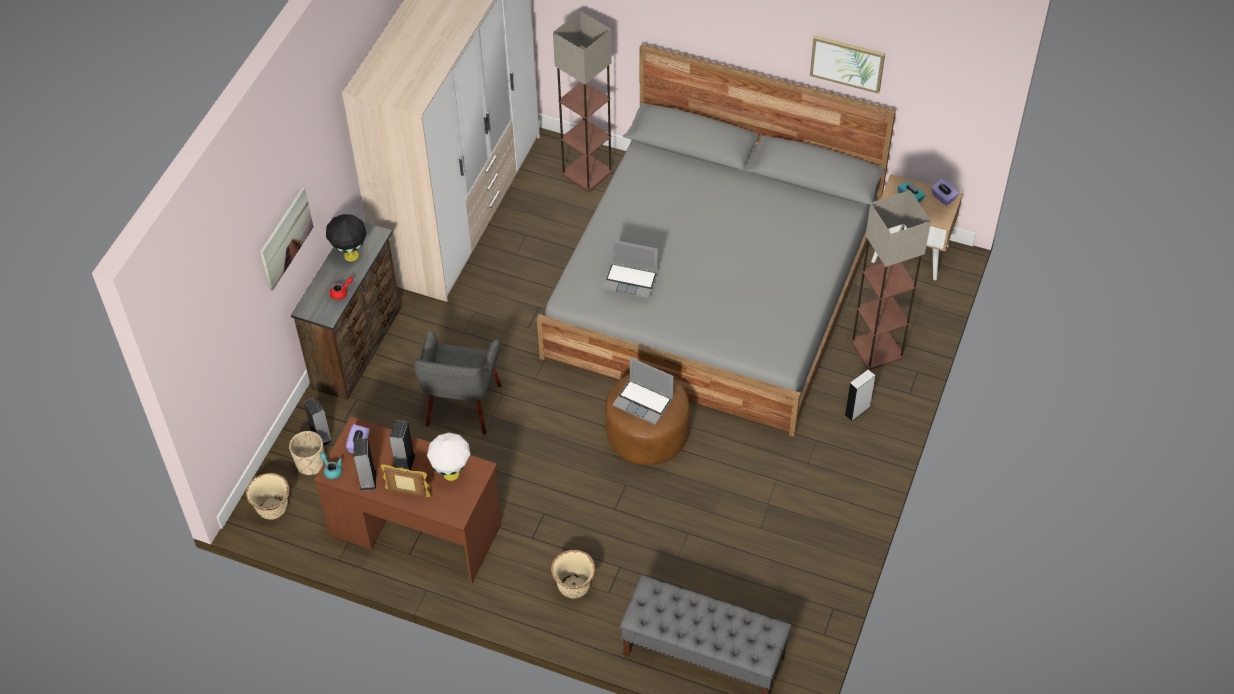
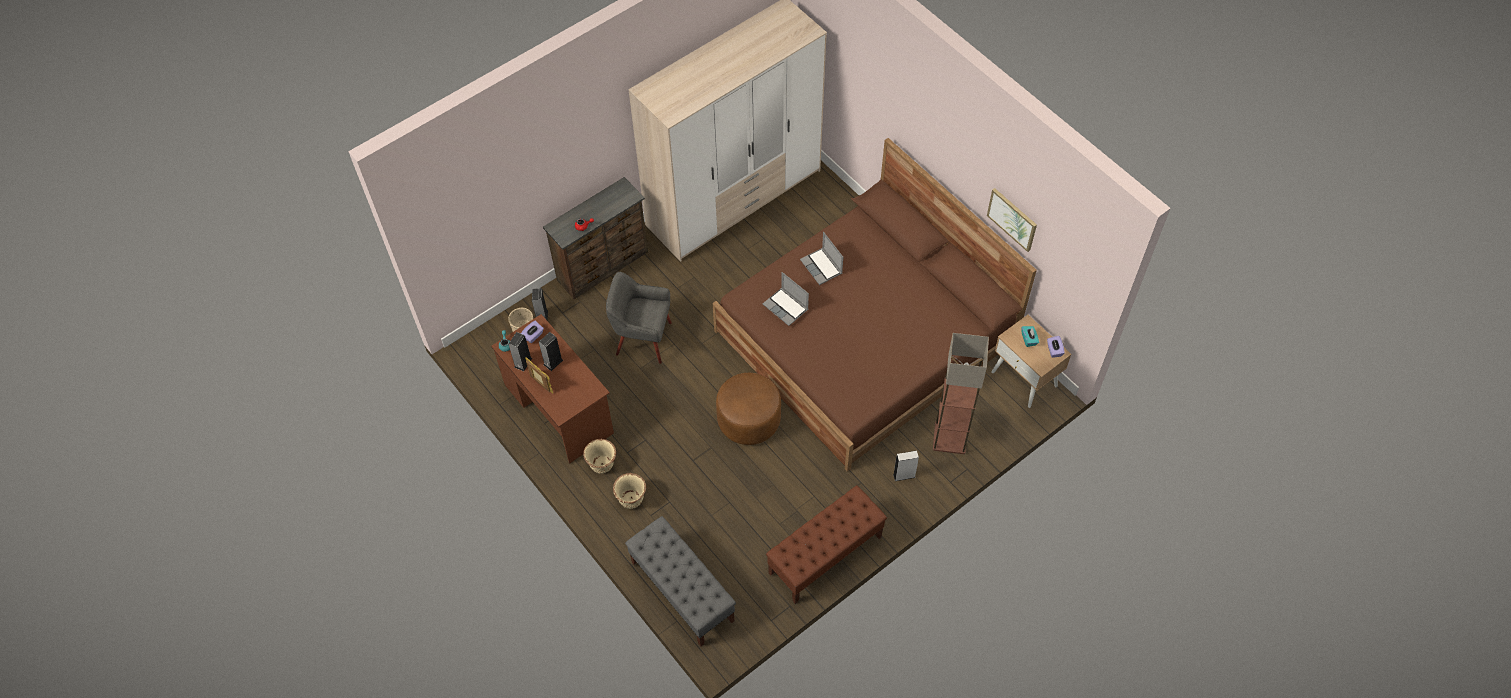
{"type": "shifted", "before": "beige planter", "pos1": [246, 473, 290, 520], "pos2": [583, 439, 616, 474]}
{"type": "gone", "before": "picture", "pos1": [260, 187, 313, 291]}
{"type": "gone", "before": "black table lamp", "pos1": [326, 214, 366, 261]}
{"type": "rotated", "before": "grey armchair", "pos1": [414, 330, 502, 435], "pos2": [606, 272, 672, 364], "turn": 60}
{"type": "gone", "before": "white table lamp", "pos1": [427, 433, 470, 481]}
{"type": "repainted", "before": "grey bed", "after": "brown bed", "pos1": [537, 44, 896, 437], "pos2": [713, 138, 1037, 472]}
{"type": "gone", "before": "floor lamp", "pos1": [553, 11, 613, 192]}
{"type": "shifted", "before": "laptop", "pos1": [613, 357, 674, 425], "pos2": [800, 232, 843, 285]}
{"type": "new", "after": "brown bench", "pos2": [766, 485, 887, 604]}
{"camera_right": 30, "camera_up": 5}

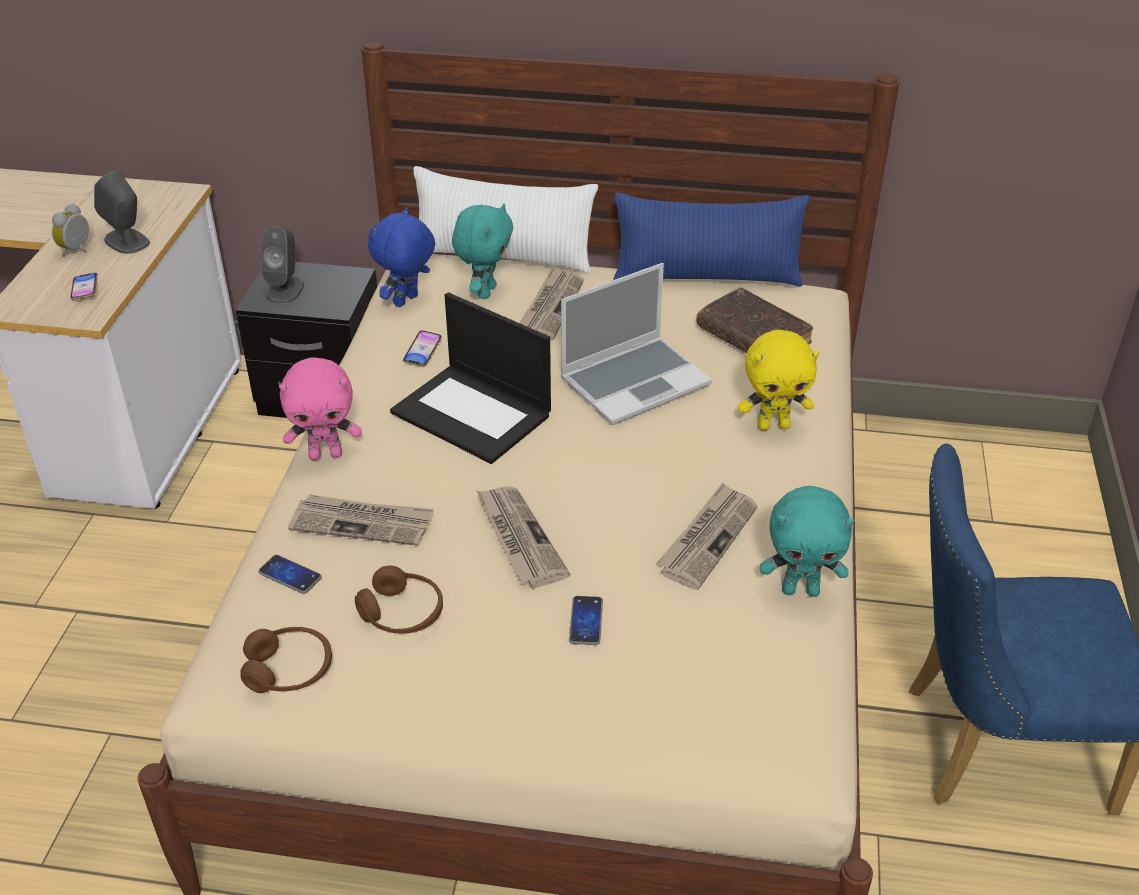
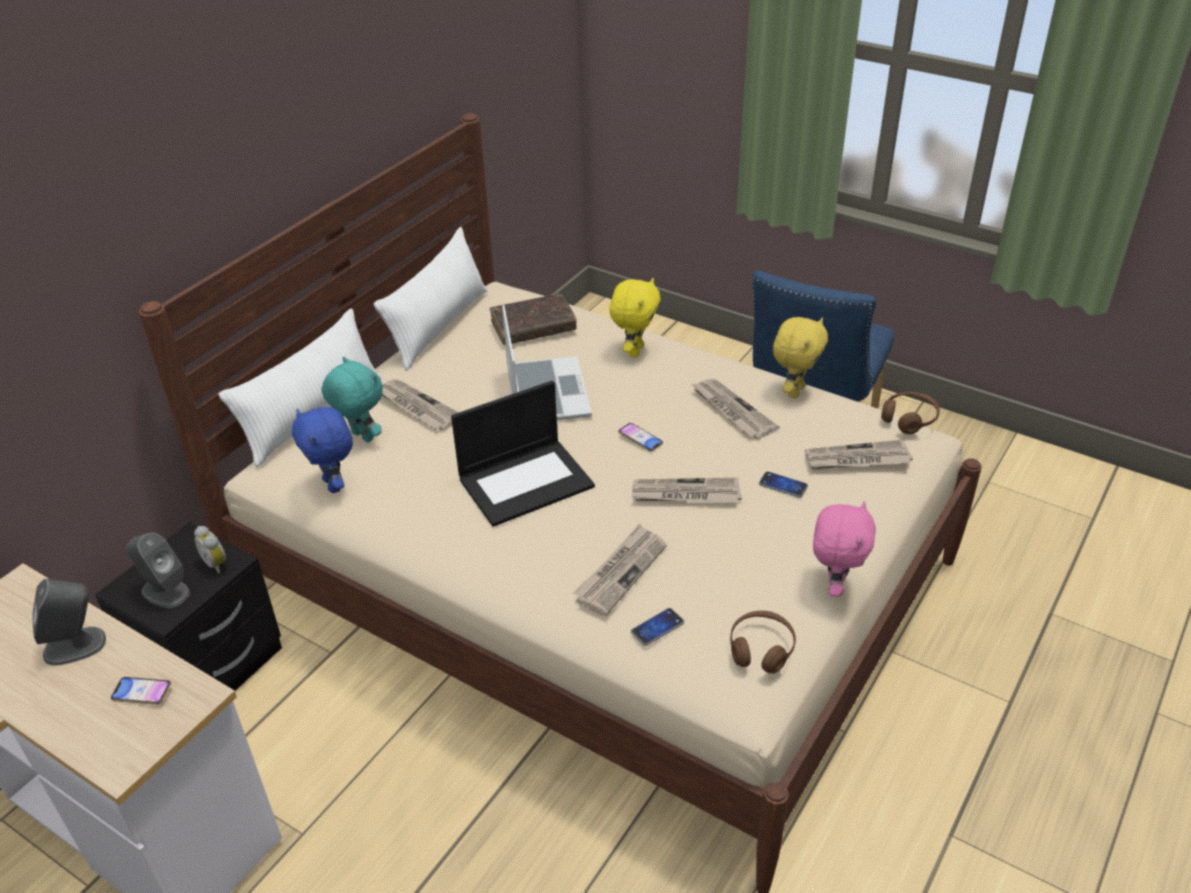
{"type": "shifted", "before": "alarm clock", "pos1": [52, 203, 89, 257], "pos2": [194, 526, 226, 574]}
{"type": "shifted", "before": "pink plush toy", "pos1": [279, 357, 362, 460], "pos2": [813, 501, 876, 597]}
{"type": "shifted", "before": "brown headphones", "pos1": [355, 565, 443, 634], "pos2": [881, 392, 940, 434]}
{"type": "shifted", "before": "phone", "pos1": [403, 330, 442, 367], "pos2": [618, 423, 663, 452]}
{"type": "repainted", "before": "blue pillow", "after": "white pillow", "pos1": [613, 193, 810, 287], "pos2": [374, 227, 487, 371]}
{"type": "repainted", "before": "turquoise plush toy", "after": "yellow plush toy", "pos1": [760, 486, 854, 596], "pos2": [773, 317, 828, 398]}
{"type": "new", "after": "newspaper", "pos2": [805, 440, 913, 470]}
{"camera_right": -65, "camera_up": 0}

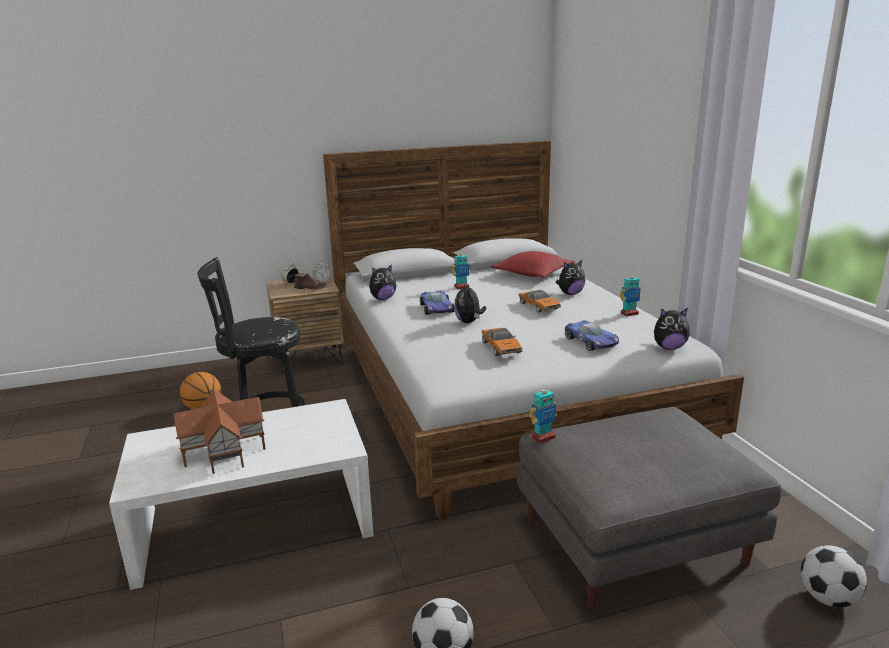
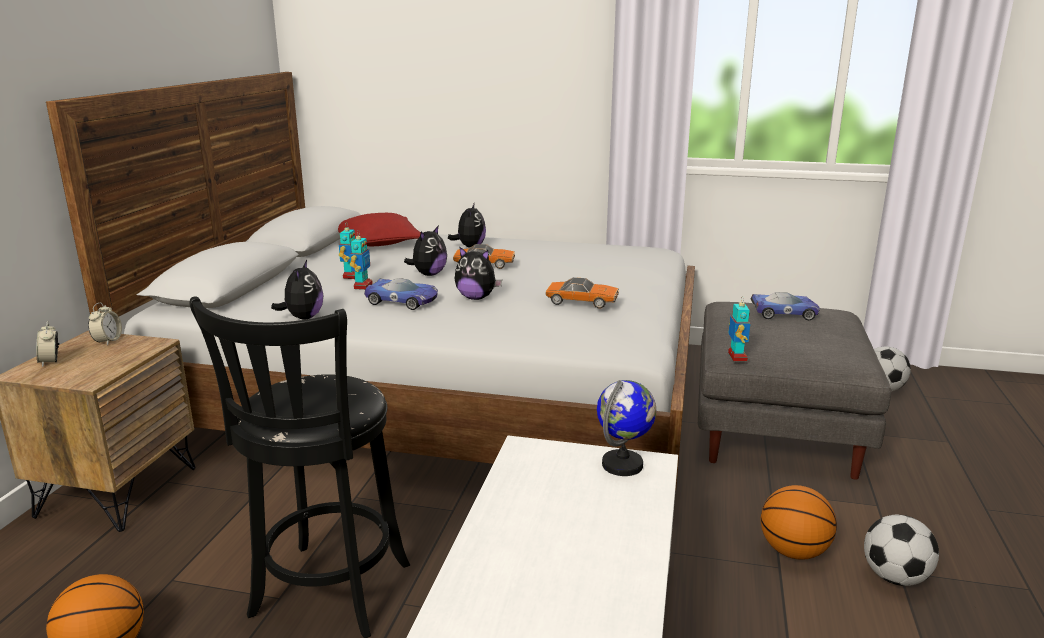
{"type": "gone", "before": "toy house", "pos1": [173, 389, 266, 474]}
{"type": "gone", "before": "brown shoe", "pos1": [294, 273, 328, 290]}
{"type": "shifted", "before": "toy car", "pos1": [565, 320, 619, 351], "pos2": [750, 292, 820, 320]}
{"type": "shifted", "before": "toy robot", "pos1": [620, 274, 641, 316], "pos2": [350, 230, 373, 290]}
{"type": "shifted", "before": "plush toy", "pos1": [654, 308, 690, 350], "pos2": [404, 225, 447, 276]}
{"type": "new", "after": "globe", "pos2": [597, 380, 656, 476]}
{"type": "new", "after": "basketball", "pos2": [761, 485, 837, 560]}
{"camera_right": -60, "camera_up": 0}

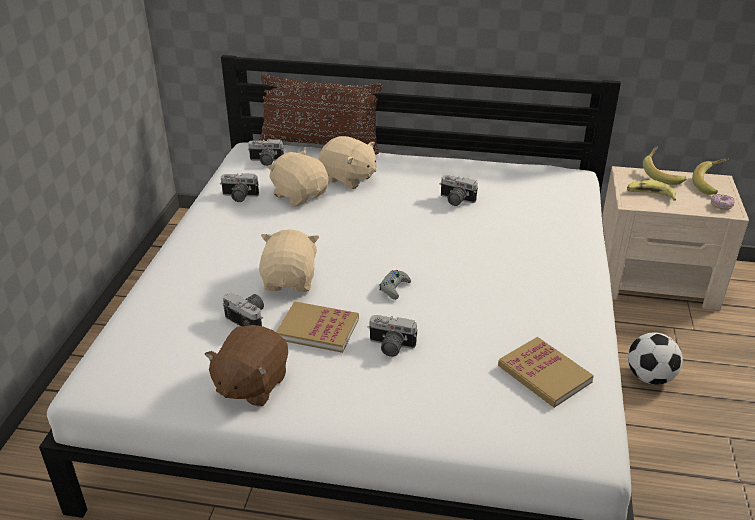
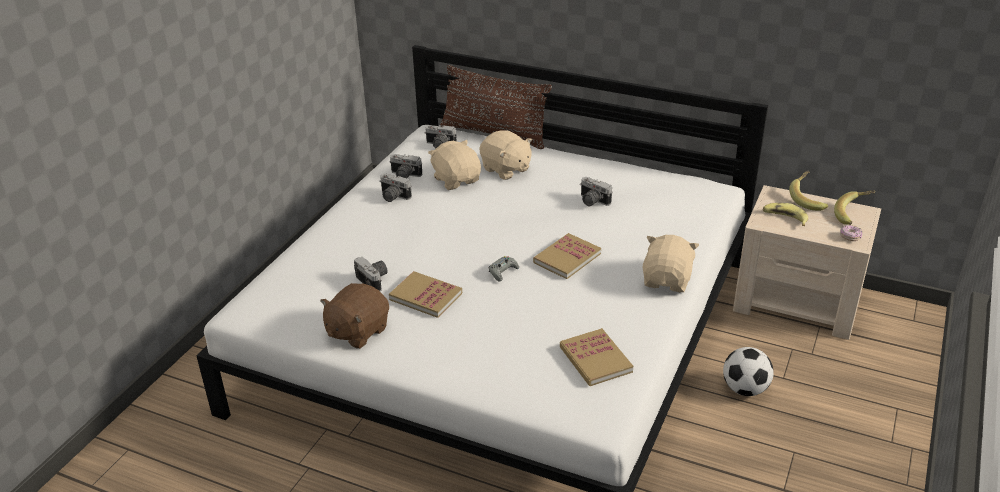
{"type": "shifted", "before": "beige plush toy", "pos1": [259, 229, 319, 292], "pos2": [643, 235, 699, 292]}
{"type": "shifted", "before": "photo camera", "pos1": [368, 315, 418, 357], "pos2": [379, 174, 412, 202]}
{"type": "new", "after": "book", "pos2": [533, 233, 601, 279]}
{"camera_right": 15, "camera_up": 0}

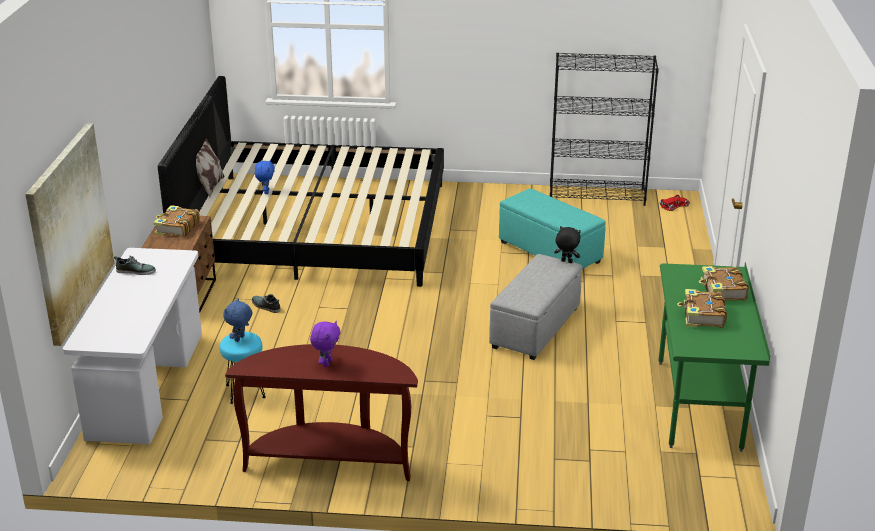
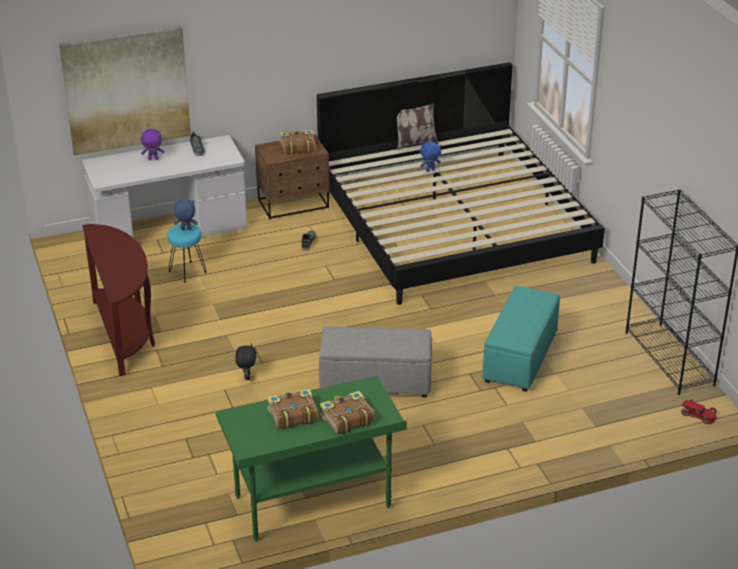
{"type": "shifted", "before": "purple plush toy", "pos1": [310, 321, 341, 367], "pos2": [141, 129, 164, 160]}
{"type": "shifted", "before": "black plush toy", "pos1": [554, 226, 581, 263], "pos2": [236, 344, 257, 380]}
{"camera_right": 65, "camera_up": 5}

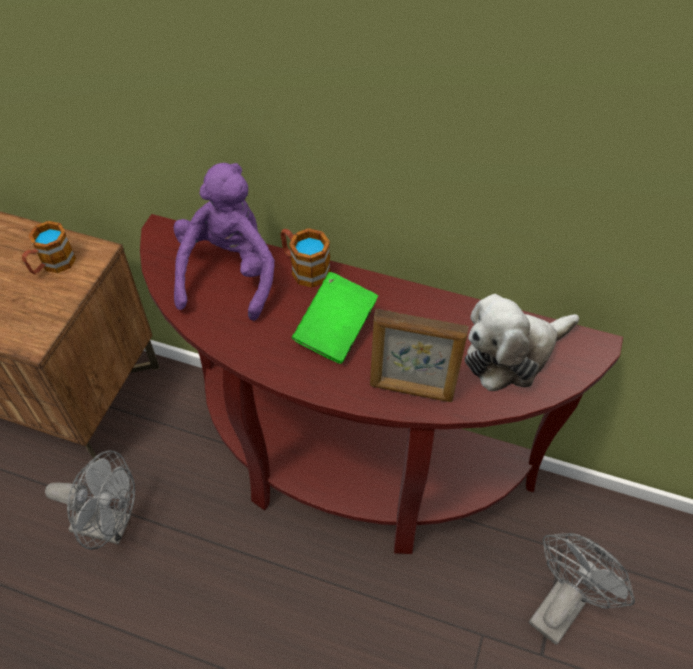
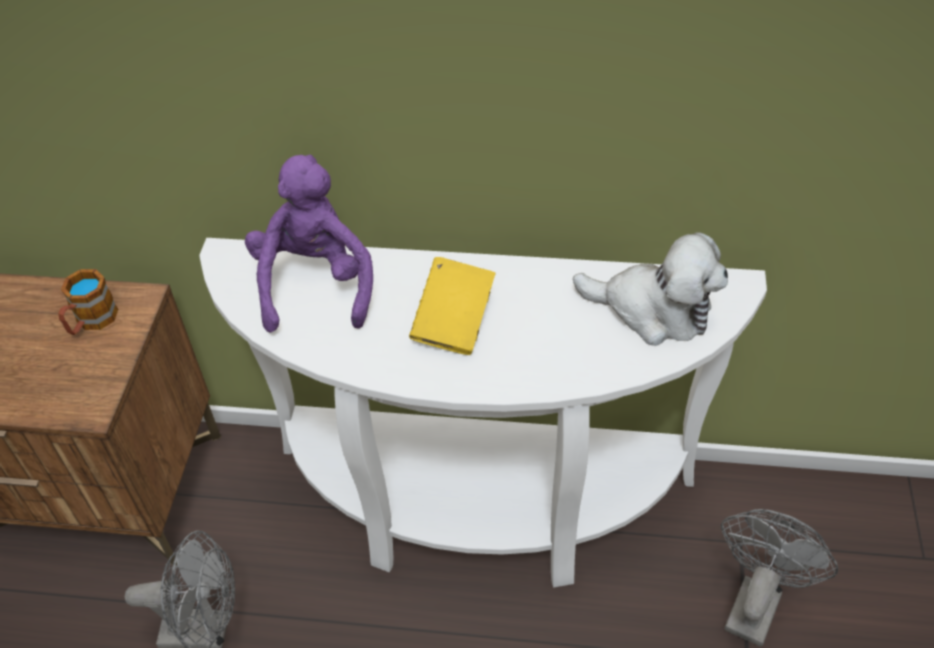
{"type": "repainted", "before": "brown console table", "after": "white console table", "pos1": [140, 214, 623, 554], "pos2": [199, 238, 767, 587]}
{"type": "gone", "before": "mug", "pos1": [280, 228, 331, 288]}
{"type": "repainted", "before": "green book", "after": "yellow book", "pos1": [292, 272, 378, 364], "pos2": [409, 257, 496, 355]}
{"type": "gone", "before": "picture frame", "pos1": [370, 309, 469, 402]}
{"type": "rotated", "before": "plush toy", "pos1": [465, 294, 579, 391], "pos2": [573, 232, 728, 346], "turn": -120}
{"camera_right": -10, "camera_up": -5}

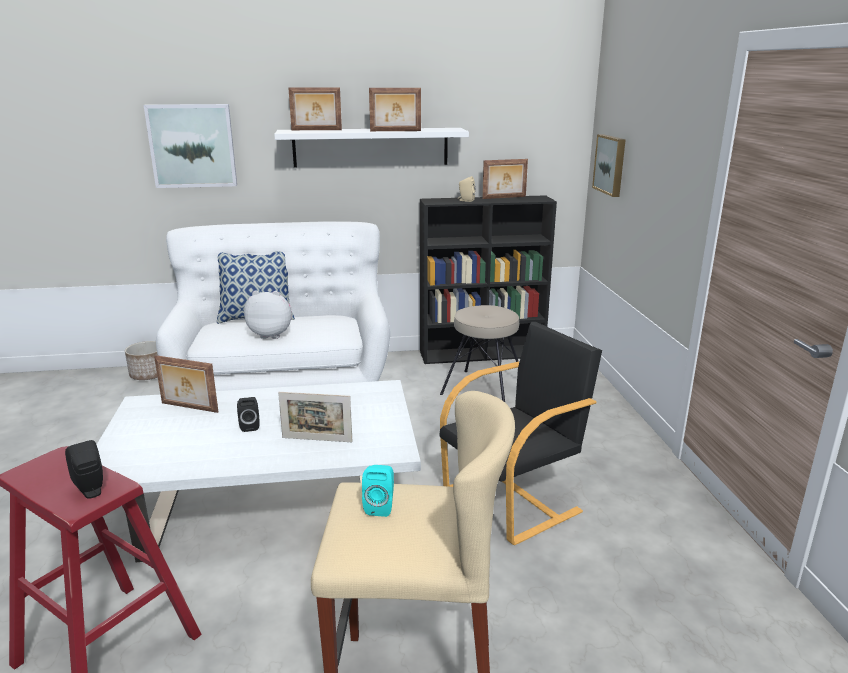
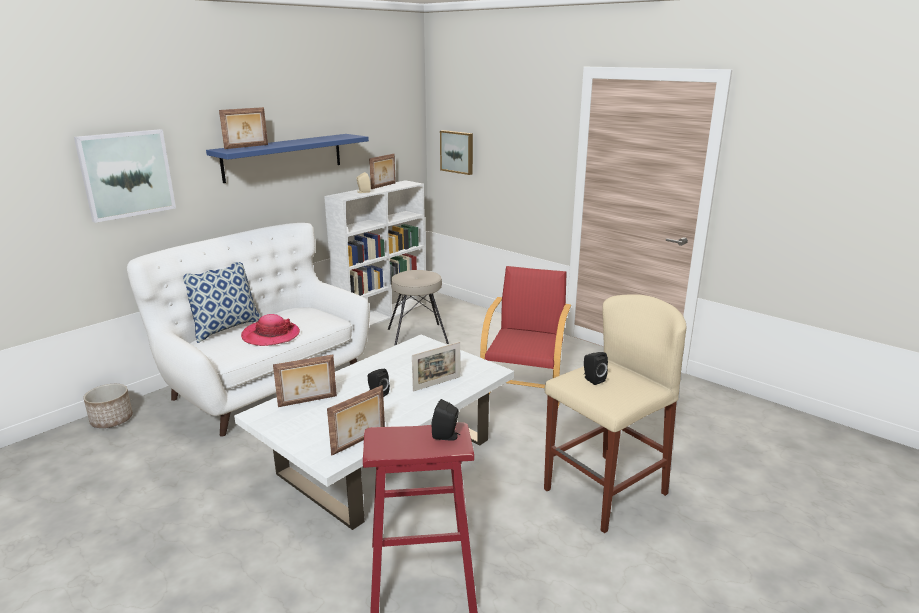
{"type": "swapped", "before": "plush toy", "after": "hat", "pos1": [244, 290, 292, 339], "pos2": [241, 314, 300, 346]}
{"type": "repainted", "before": "white shelf", "after": "blue shelf", "pos1": [274, 128, 469, 168], "pos2": [206, 134, 369, 183]}
{"type": "repainted", "before": "turquoise speaker", "after": "black speaker", "pos1": [362, 465, 394, 517], "pos2": [584, 352, 608, 385]}
{"type": "shifted", "before": "picture frame", "pos1": [369, 88, 421, 131], "pos2": [327, 385, 385, 455]}
{"type": "repainted", "before": "black bookcase", "after": "white bookcase", "pos1": [420, 195, 557, 364], "pos2": [324, 180, 426, 327]}
{"type": "repainted", "before": "black armchair", "after": "red armchair", "pos1": [439, 322, 602, 545], "pos2": [480, 266, 571, 407]}
{"camera_right": -40, "camera_up": 0}

